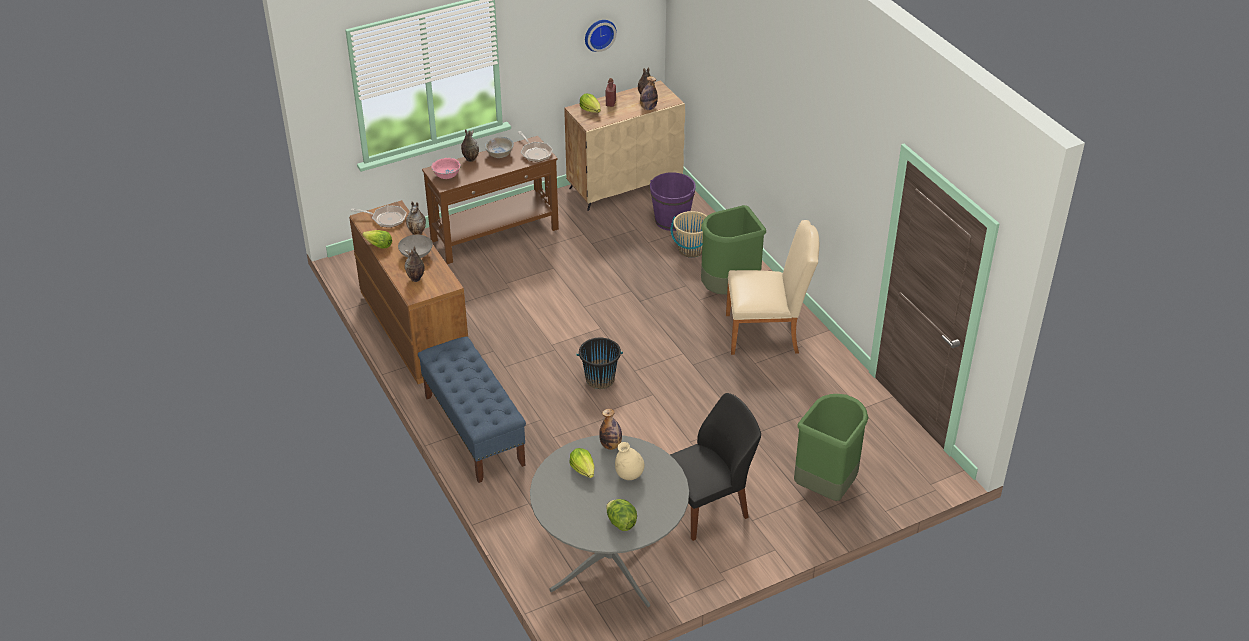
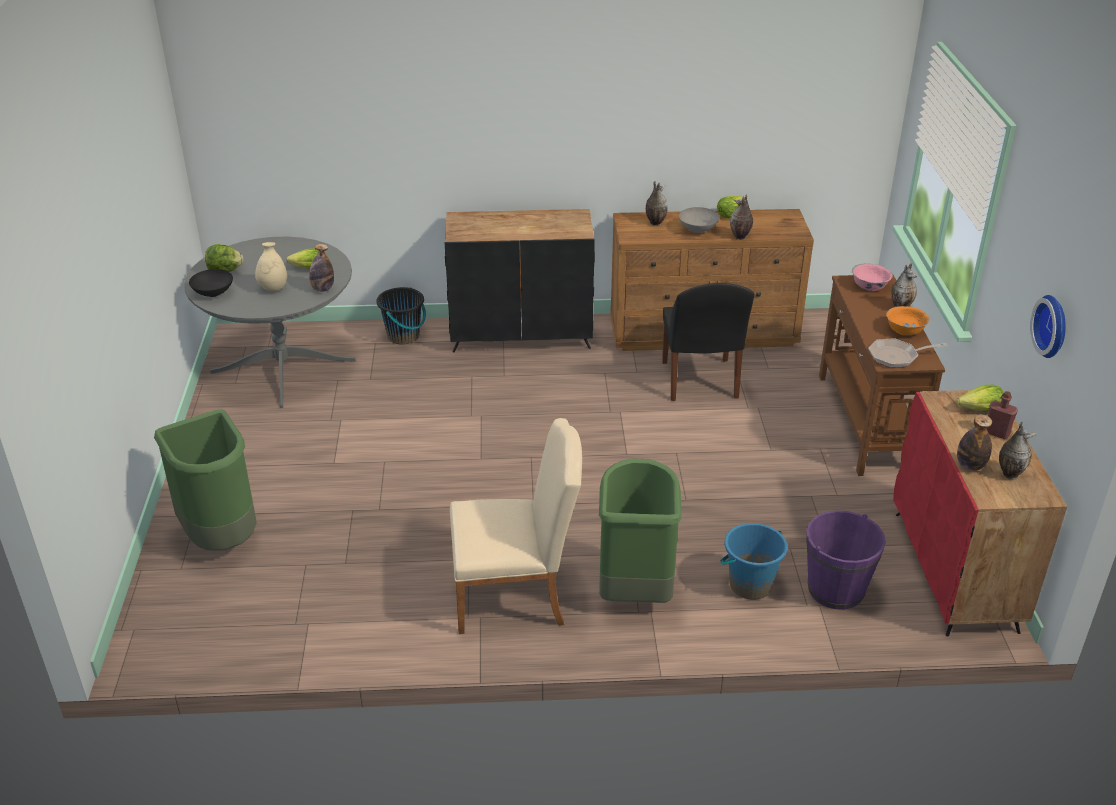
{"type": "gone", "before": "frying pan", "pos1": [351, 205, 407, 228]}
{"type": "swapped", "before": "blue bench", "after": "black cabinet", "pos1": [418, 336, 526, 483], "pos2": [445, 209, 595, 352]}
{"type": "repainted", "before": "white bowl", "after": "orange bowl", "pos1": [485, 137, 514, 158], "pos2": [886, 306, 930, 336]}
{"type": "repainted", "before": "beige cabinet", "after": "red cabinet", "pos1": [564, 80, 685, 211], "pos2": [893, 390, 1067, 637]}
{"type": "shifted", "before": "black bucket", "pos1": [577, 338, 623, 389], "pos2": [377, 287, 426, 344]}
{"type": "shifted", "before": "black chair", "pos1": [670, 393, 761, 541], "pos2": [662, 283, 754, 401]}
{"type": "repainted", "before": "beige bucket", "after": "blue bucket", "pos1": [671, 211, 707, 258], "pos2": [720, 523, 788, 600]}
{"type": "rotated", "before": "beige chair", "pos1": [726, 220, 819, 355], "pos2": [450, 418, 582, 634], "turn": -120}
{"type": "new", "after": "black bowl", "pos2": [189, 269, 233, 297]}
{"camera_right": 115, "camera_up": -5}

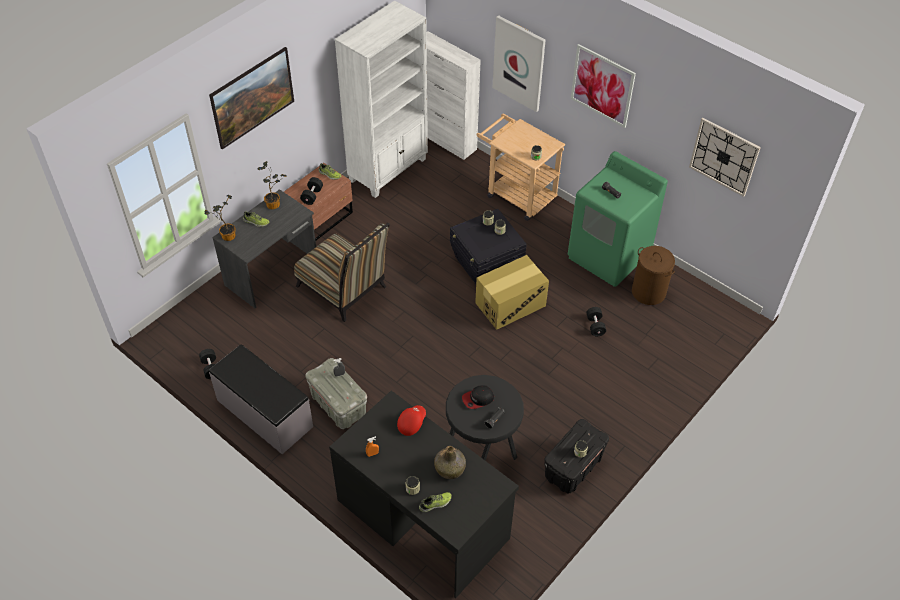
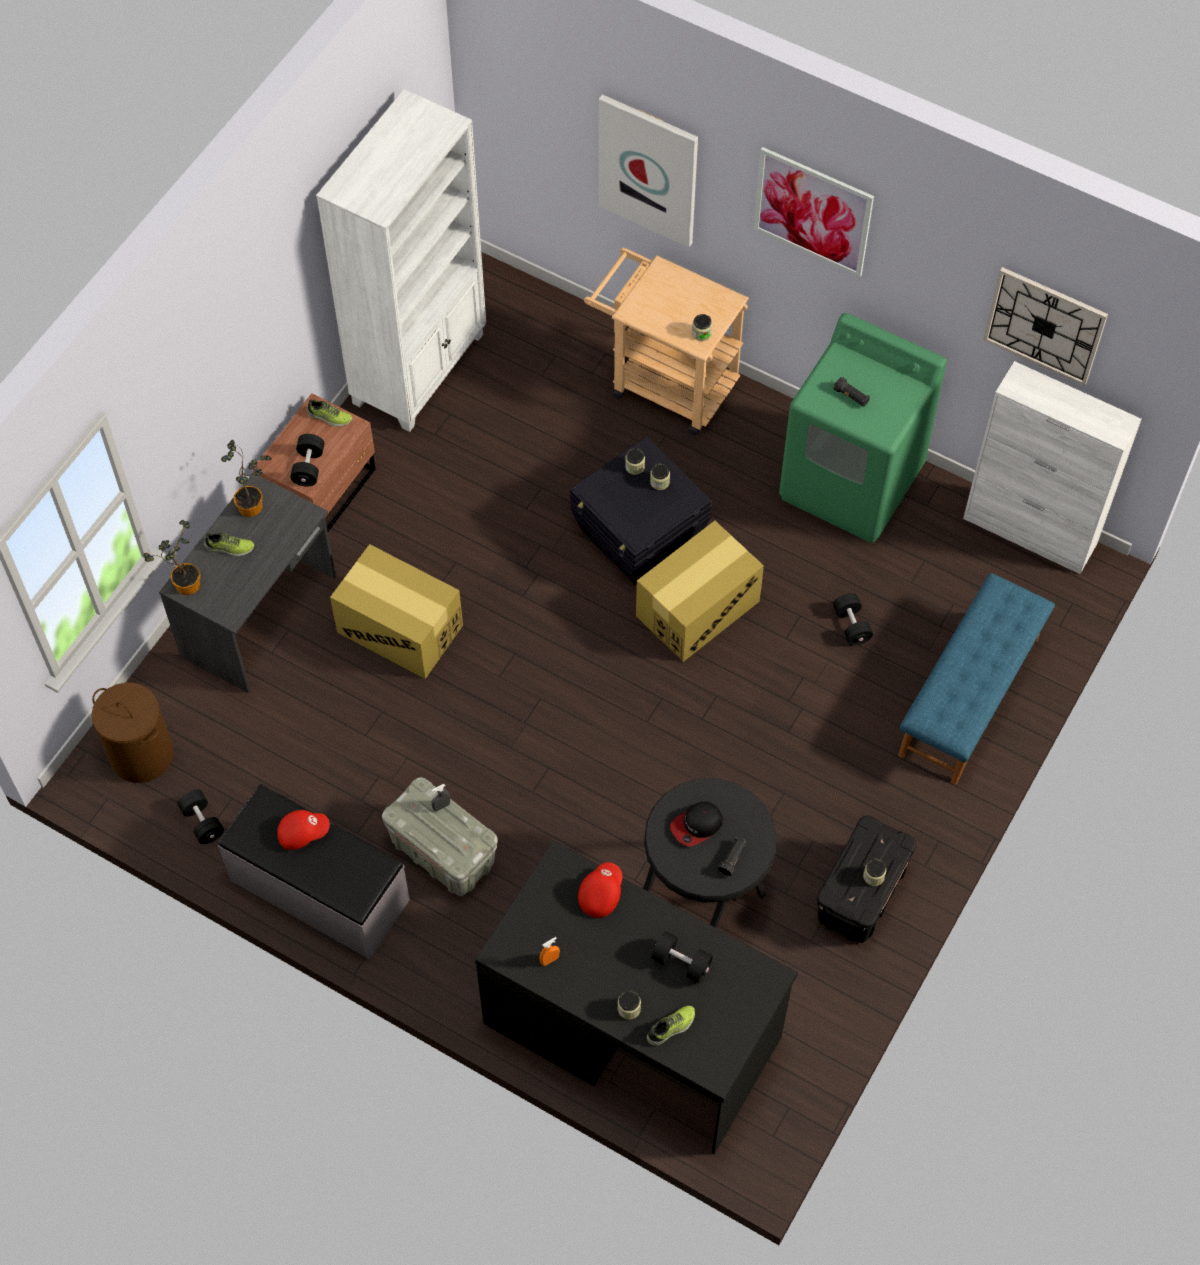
{"type": "gone", "before": "picture", "pos1": [209, 47, 294, 150]}
{"type": "swapped", "before": "chair", "after": "cardboard box", "pos1": [294, 223, 390, 322], "pos2": [330, 544, 463, 679]}
{"type": "shifted", "before": "white cabinet", "pos1": [427, 31, 481, 160], "pos2": [963, 361, 1142, 574]}
{"type": "swapped", "before": "green bottle", "after": "black dumbbell", "pos1": [434, 446, 466, 479], "pos2": [651, 931, 713, 983]}
{"type": "shifted", "before": "brown laundry basket", "pos1": [632, 246, 675, 305], "pos2": [91, 683, 174, 783]}
{"type": "new", "after": "red cap", "pos2": [277, 810, 330, 850]}
{"type": "new", "after": "blue bench", "pos2": [898, 573, 1055, 785]}
{"camera_right": -10, "camera_up": 10}

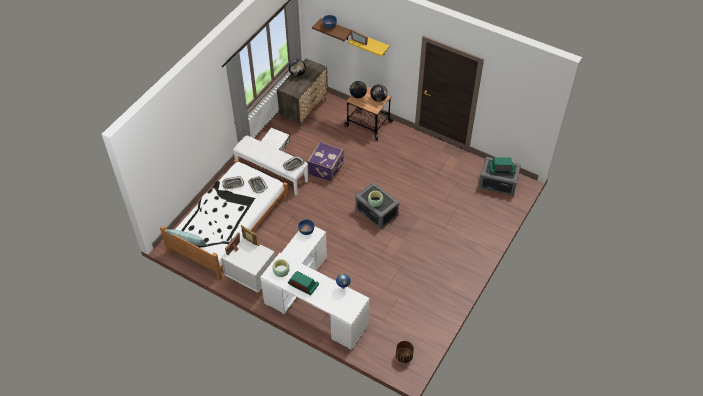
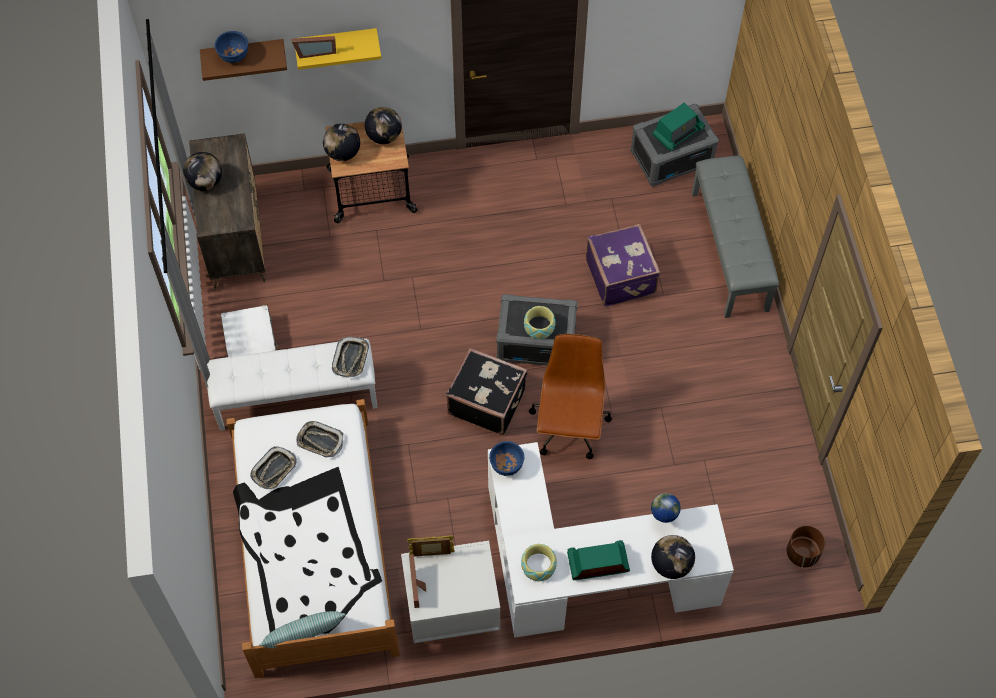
{"type": "shifted", "before": "purple suitcase", "pos1": [307, 142, 344, 181], "pos2": [586, 224, 660, 307]}
{"type": "new", "after": "black suitcase", "pos2": [446, 348, 528, 435]}
{"type": "new", "after": "brown office chair", "pos2": [529, 334, 612, 459]}
{"type": "new", "after": "globe", "pos2": [651, 535, 695, 579]}
{"type": "new", "after": "grey bench", "pos2": [692, 156, 779, 318]}
{"camera_right": -40, "camera_up": 10}

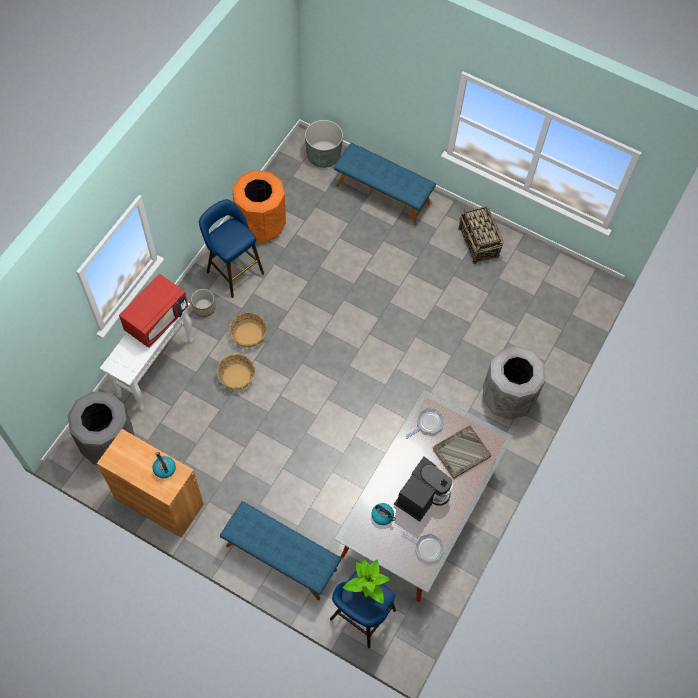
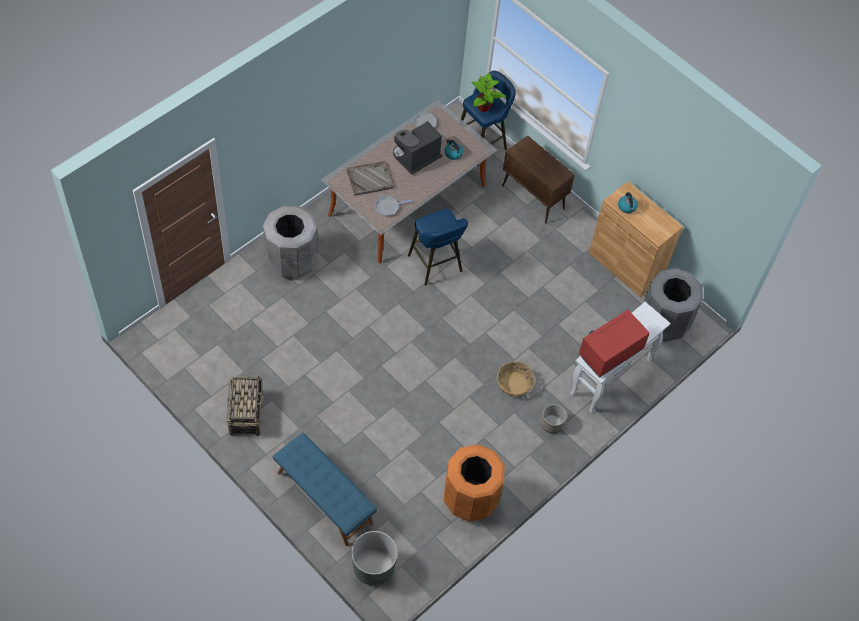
{"type": "shifted", "before": "blue stool", "pos1": [199, 199, 264, 298], "pos2": [408, 209, 468, 286]}
{"type": "gone", "before": "basket", "pos1": [217, 354, 255, 390]}
{"type": "swapped", "before": "blue bench", "after": "brown cabinet", "pos1": [220, 501, 341, 601], "pos2": [502, 135, 575, 223]}
{"camera_right": -165, "camera_up": -5}

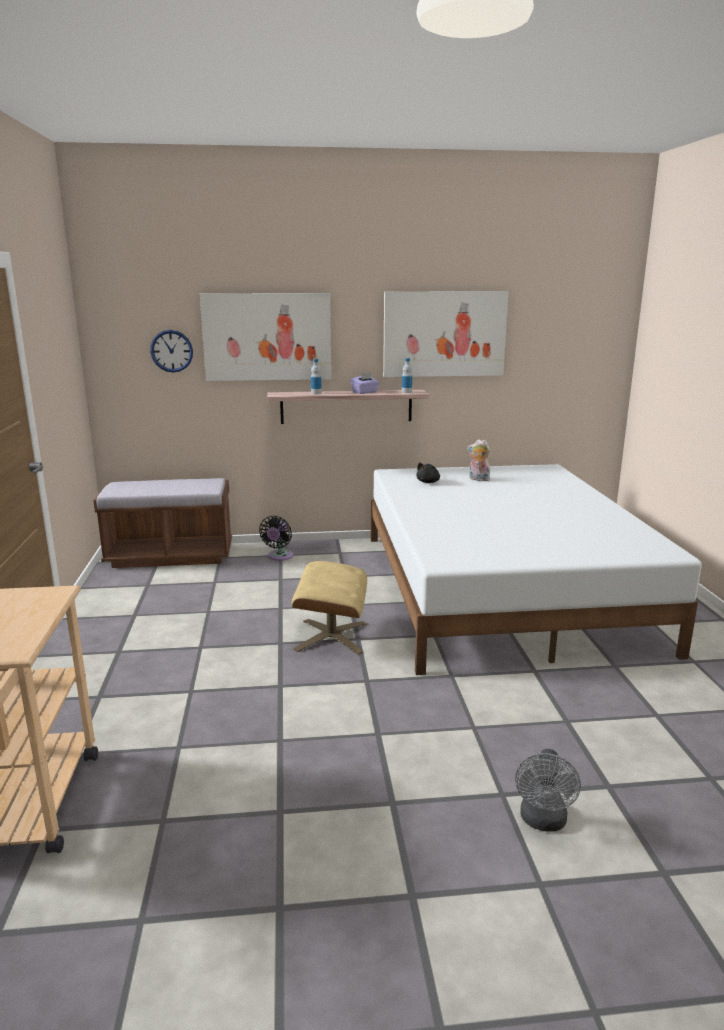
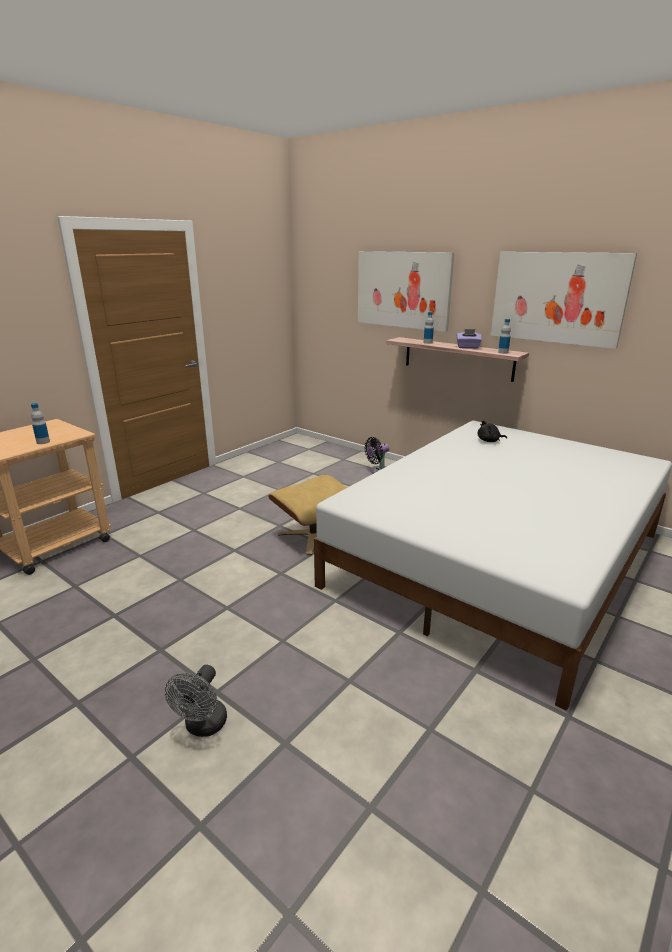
{"type": "gone", "before": "brown bench", "pos1": [93, 478, 232, 568]}
{"type": "gone", "before": "wall clock", "pos1": [150, 330, 193, 373]}
{"type": "gone", "before": "plush toy", "pos1": [467, 440, 490, 481]}
{"type": "rotated", "before": "grey fan", "pos1": [515, 749, 581, 832], "pos2": [165, 665, 227, 737], "turn": -45}
{"type": "new", "after": "bottle", "pos2": [31, 403, 50, 444]}
{"camera_right": 45, "camera_up": 5}

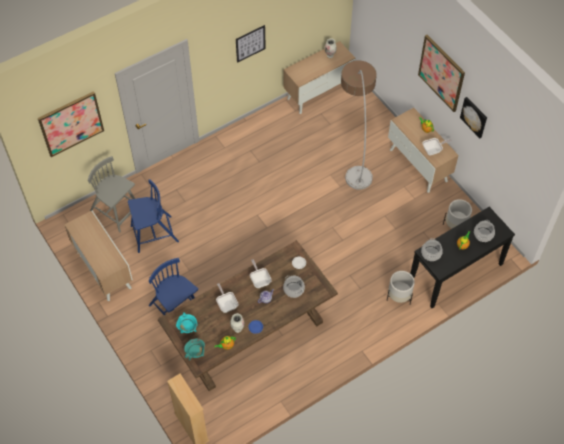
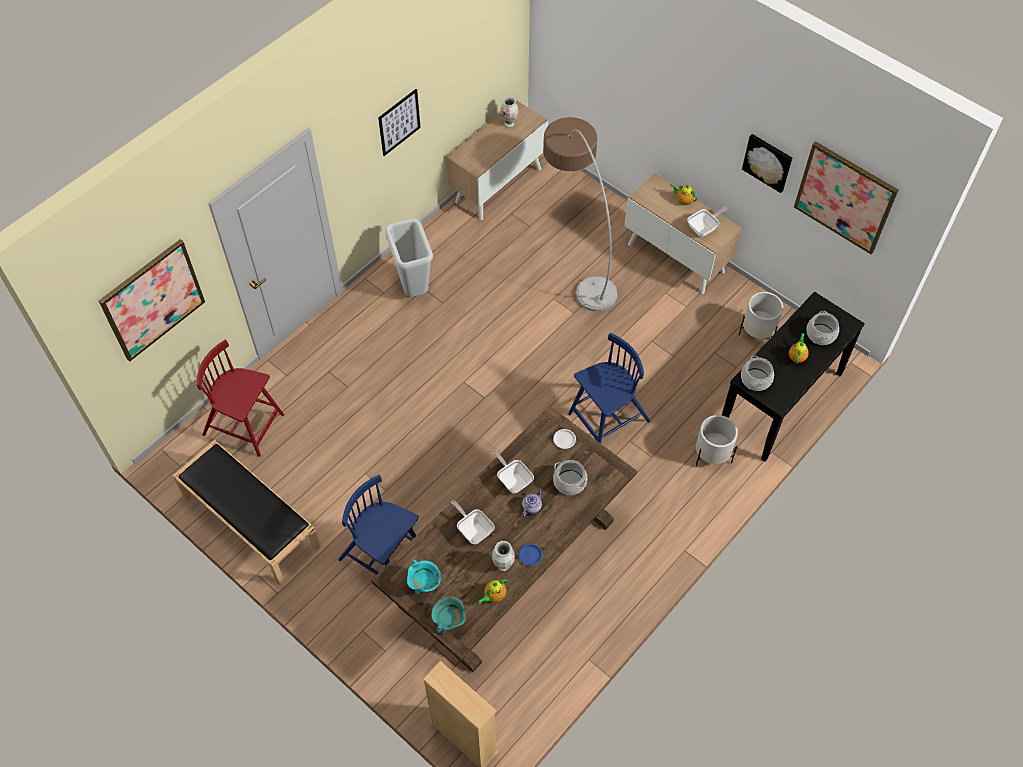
{"type": "swapped", "before": "cabinet", "after": "black bench", "pos1": [64, 210, 133, 301], "pos2": [173, 440, 321, 586]}
{"type": "repainted", "before": "grey chair", "after": "red chair", "pos1": [88, 156, 135, 232], "pos2": [196, 340, 284, 457]}
{"type": "shifted", "before": "blue chair", "pos1": [128, 179, 179, 253], "pos2": [568, 333, 650, 443]}
{"type": "shifted", "before": "picture", "pos1": [418, 35, 465, 112], "pos2": [794, 141, 898, 254]}
{"type": "new", "after": "grey trash can", "pos2": [385, 219, 433, 297]}
{"camera_right": -15, "camera_up": 0}

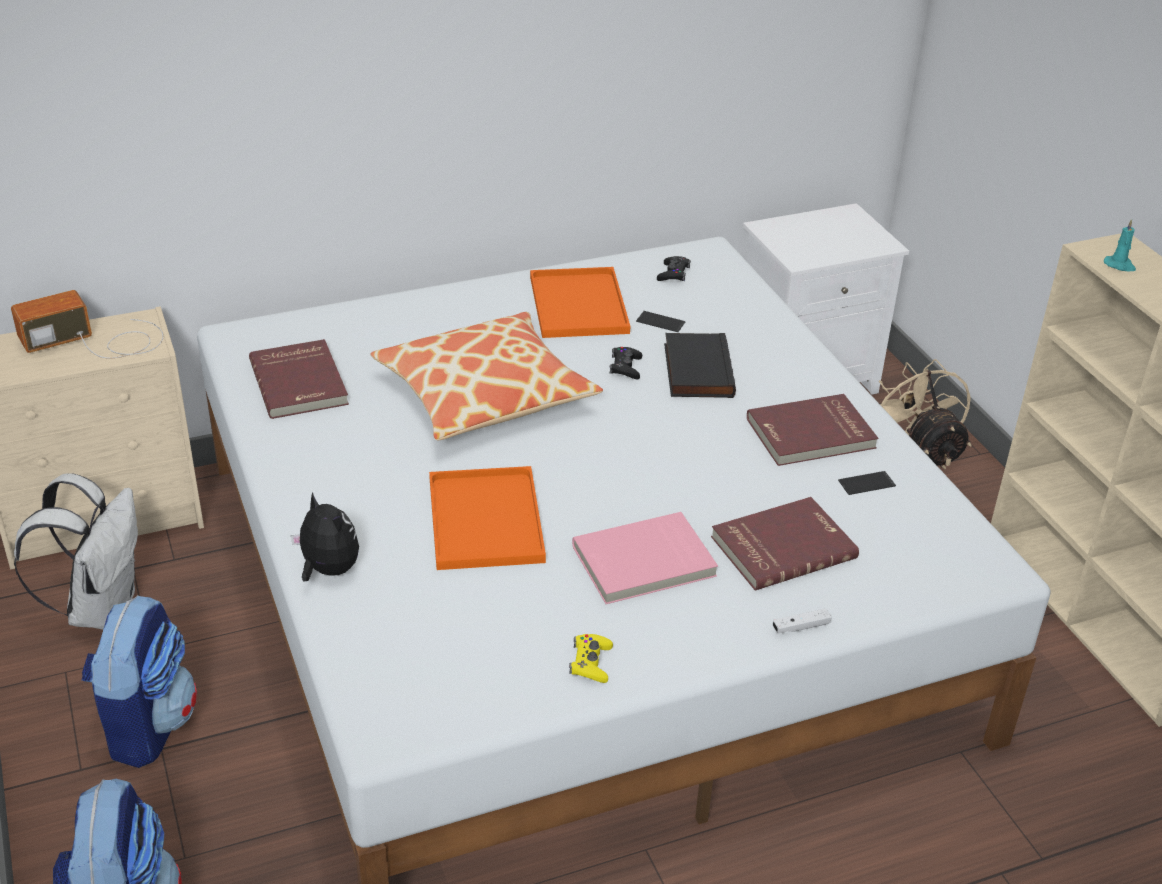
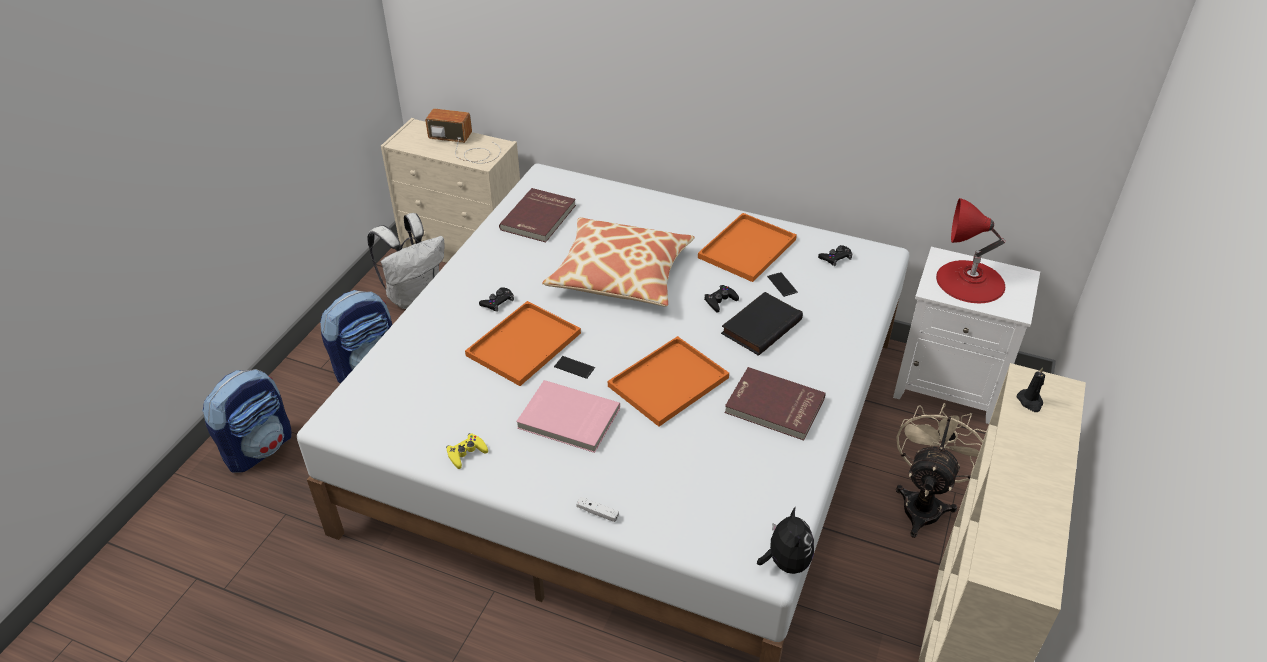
{"type": "shifted", "before": "plush toy", "pos1": [291, 492, 359, 582], "pos2": [757, 506, 814, 574]}
{"type": "gone", "before": "red book", "pos1": [711, 497, 859, 591]}
{"type": "shifted", "before": "phone", "pos1": [838, 471, 896, 495], "pos2": [554, 356, 595, 379]}
{"type": "repainted", "before": "turquoise candle", "after": "black candle", "pos1": [1104, 219, 1136, 271], "pos2": [1017, 367, 1045, 412]}
{"type": "new", "after": "black game controller", "pos2": [479, 287, 514, 312]}
{"type": "new", "after": "orange tray", "pos2": [608, 336, 729, 426]}
{"type": "new", "after": "red table lamp", "pos2": [936, 198, 1005, 303]}
{"camera_right": 45, "camera_up": 5}

